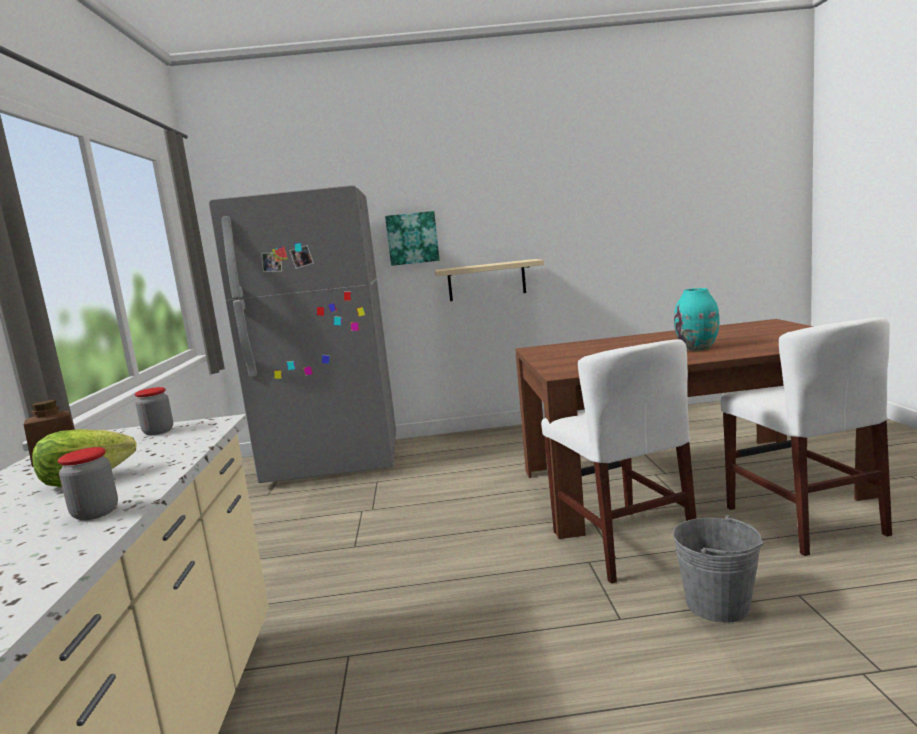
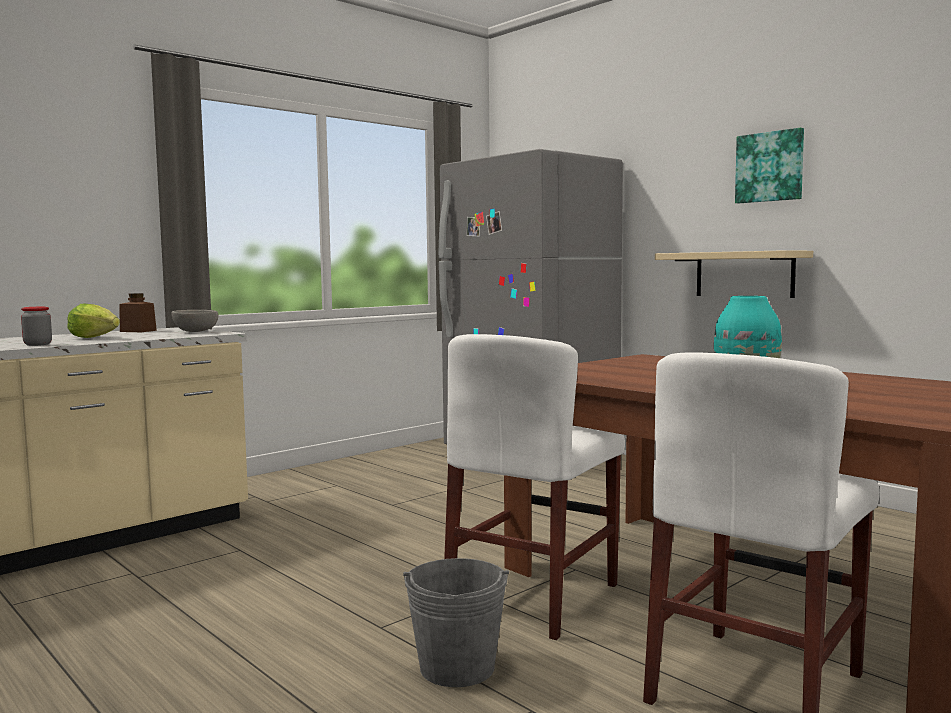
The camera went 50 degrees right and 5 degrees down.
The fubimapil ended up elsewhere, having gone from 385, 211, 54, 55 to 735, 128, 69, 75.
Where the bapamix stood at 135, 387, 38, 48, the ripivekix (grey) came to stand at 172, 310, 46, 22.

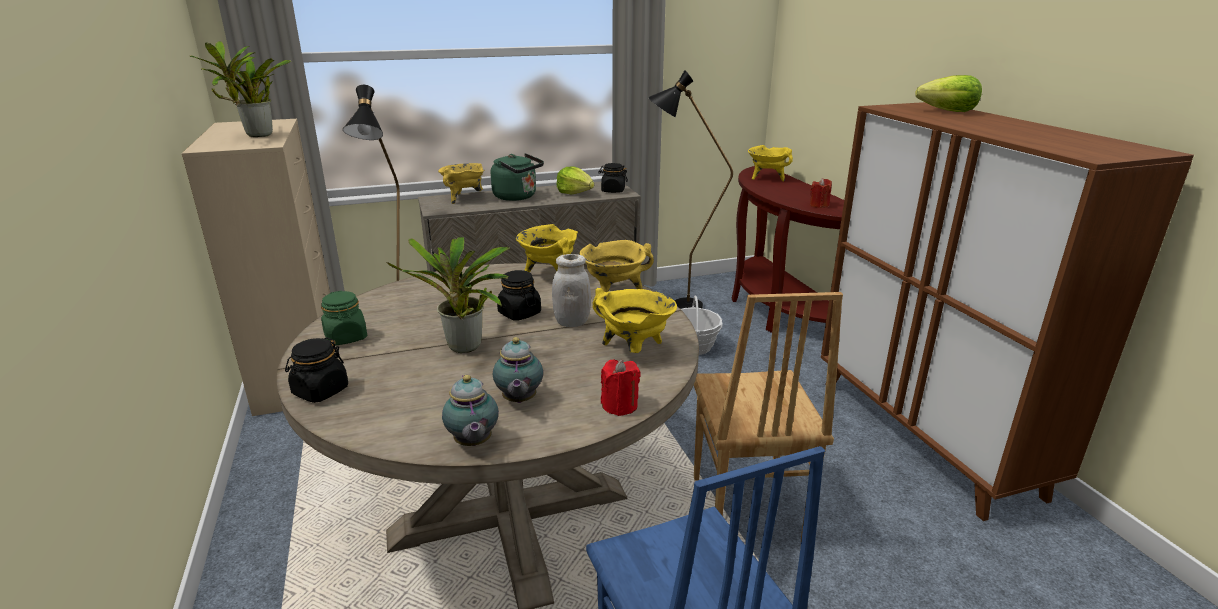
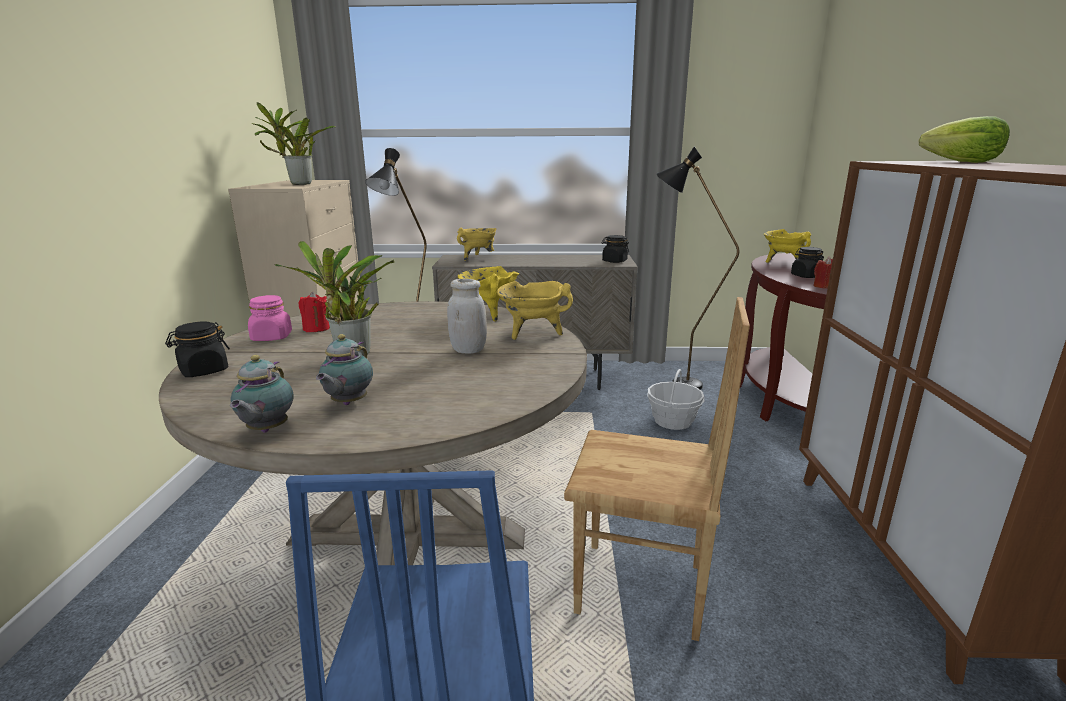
The camera went 20 degrees right and 5 degrees down.
The second view lost the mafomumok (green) at 491, 153, 53, 48.
The second view lost the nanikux at 556, 166, 38, 28.
The bapamix (black) ended up elsewhere, having gone from 497, 270, 44, 51 to 791, 247, 33, 31.
The second view lost the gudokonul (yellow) at 592, 288, 85, 65.
What was the bapamix (green) at 321, 291, 46, 55 turned into the bapamix (pink) at 248, 295, 44, 46.
The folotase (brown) at 694, 292, 149, 248 ended up facing another way, 90 degrees counterclockwise from before.
The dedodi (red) ended up elsewhere, having gone from 601, 360, 40, 56 to 298, 292, 32, 40.

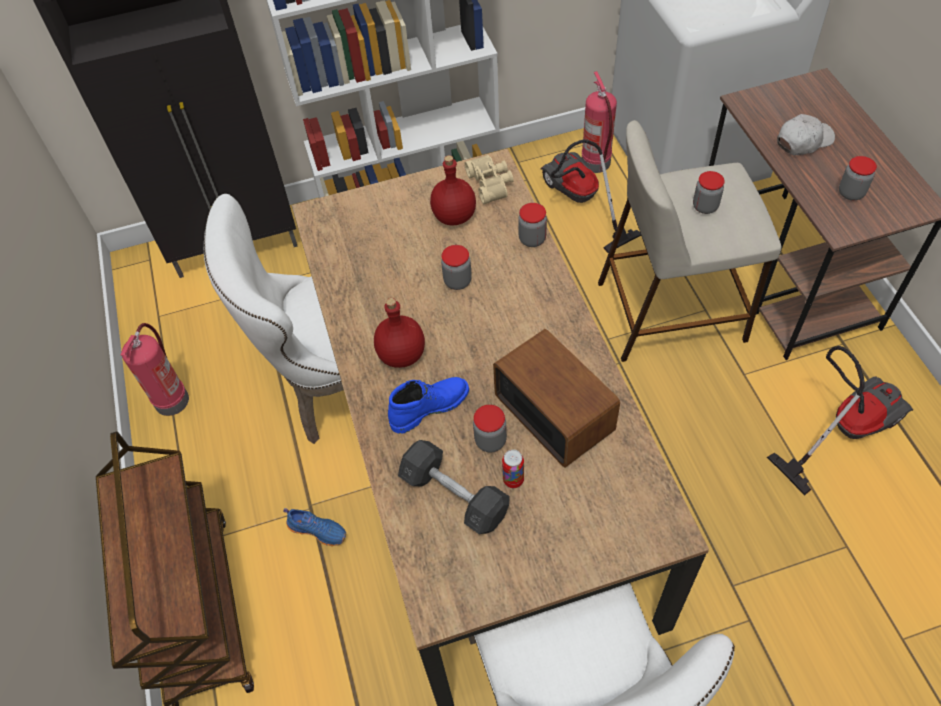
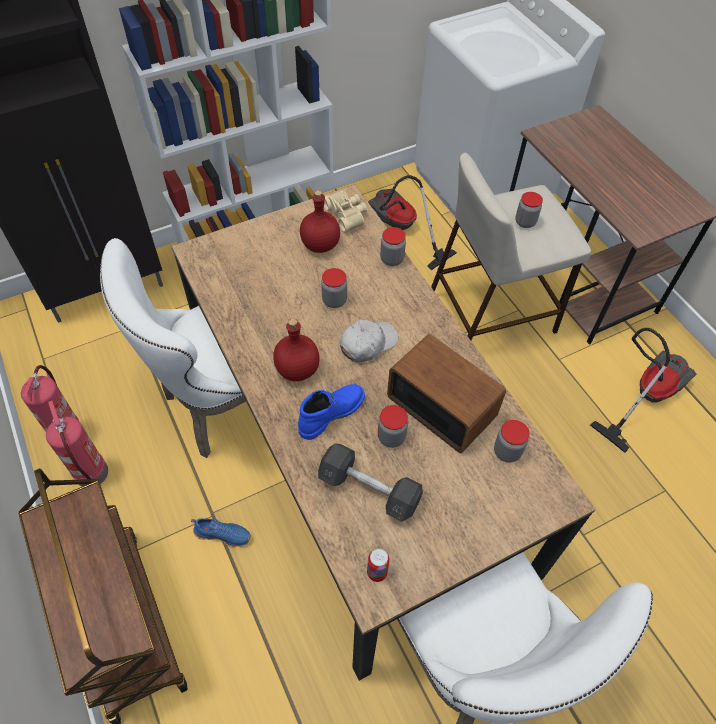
The camera went 15 degrees left and 0 degrees up.
The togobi ended up elsewhere, having gone from 582, 71, 35, 102 to 46, 400, 62, 87.
The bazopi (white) ended up elsewhere, having gone from 777, 114, 58, 41 to 340, 319, 58, 44.
The bapamix ended up elsewhere, having gone from 839, 156, 38, 45 to 494, 420, 36, 42.
The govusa ended up elsewhere, having gone from 502, 449, 22, 39 to 367, 548, 23, 34.

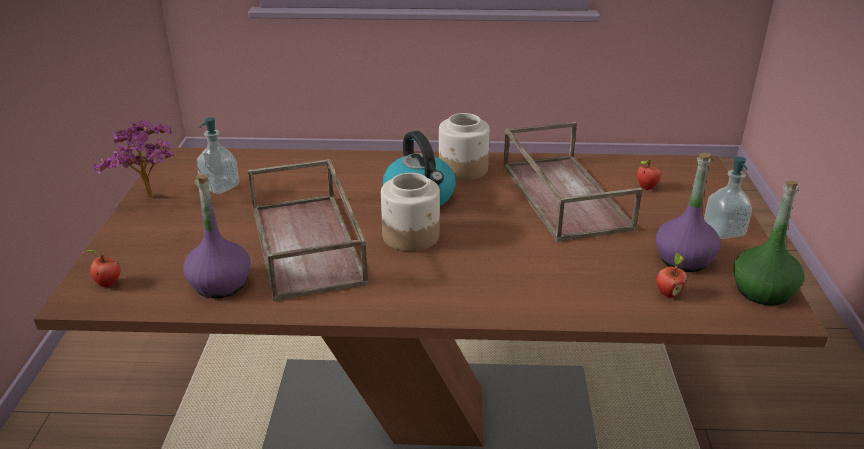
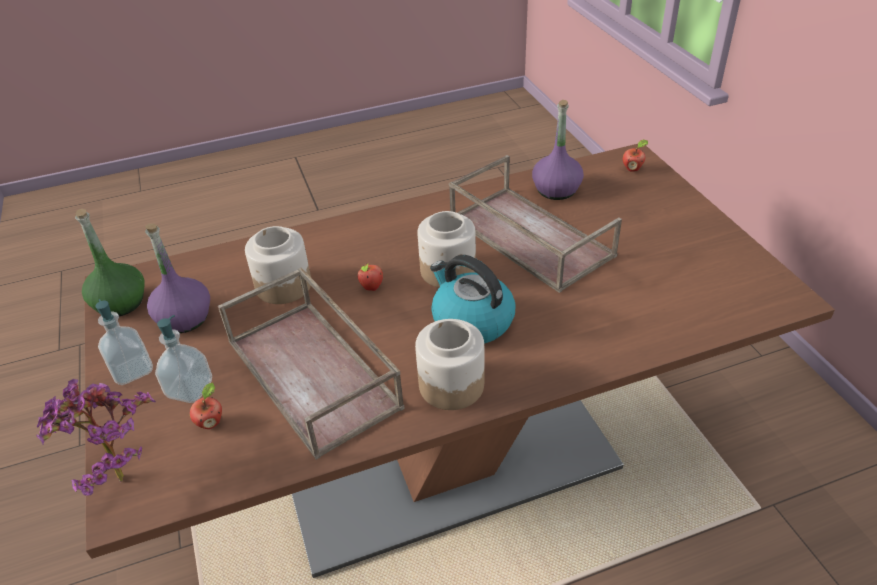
The camera went 160 degrees right and 10 degrees up.
The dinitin ended up elsewhere, having gone from 196, 117, 43, 77 to 155, 315, 57, 88.
The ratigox ended up elsewhere, having gone from 94, 120, 80, 78 to 36, 379, 120, 117.
The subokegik ended up elsewhere, having gone from 656, 253, 31, 45 to 357, 263, 26, 28.
The second view gained the bapamix at 245, 226, 66, 78.

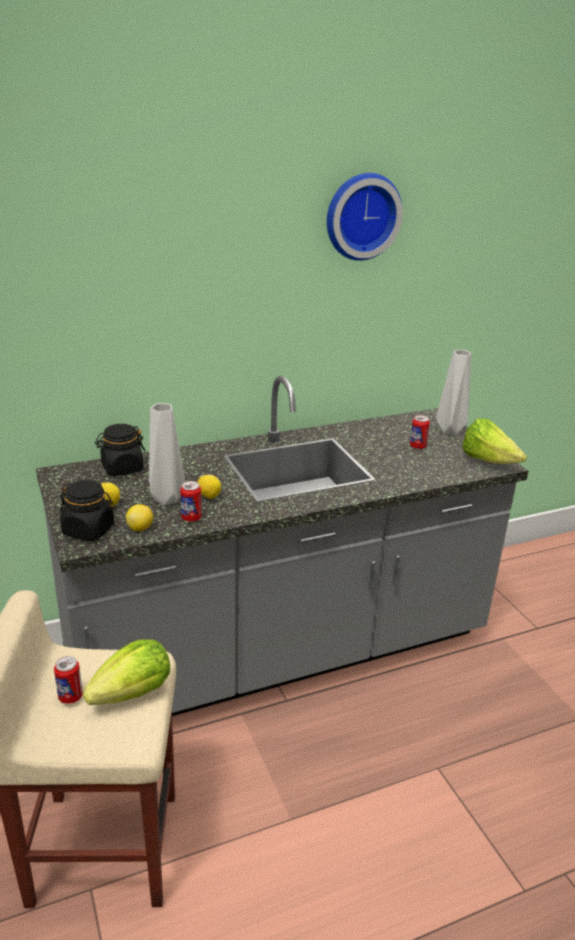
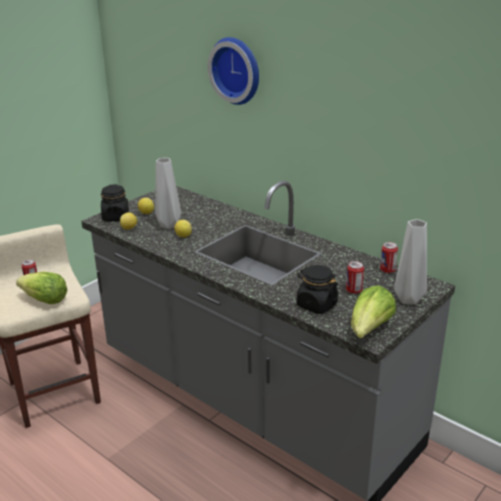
The camera went 65 degrees right and 0 degrees up.
The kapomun ended up elsewhere, having gone from 327, 173, 76, 88 to 208, 37, 51, 68.
The bapamix (black) ended up elsewhere, having gone from 95, 424, 50, 52 to 297, 265, 41, 49.
The govusa ended up elsewhere, having gone from 180, 481, 22, 41 to 380, 242, 18, 31.

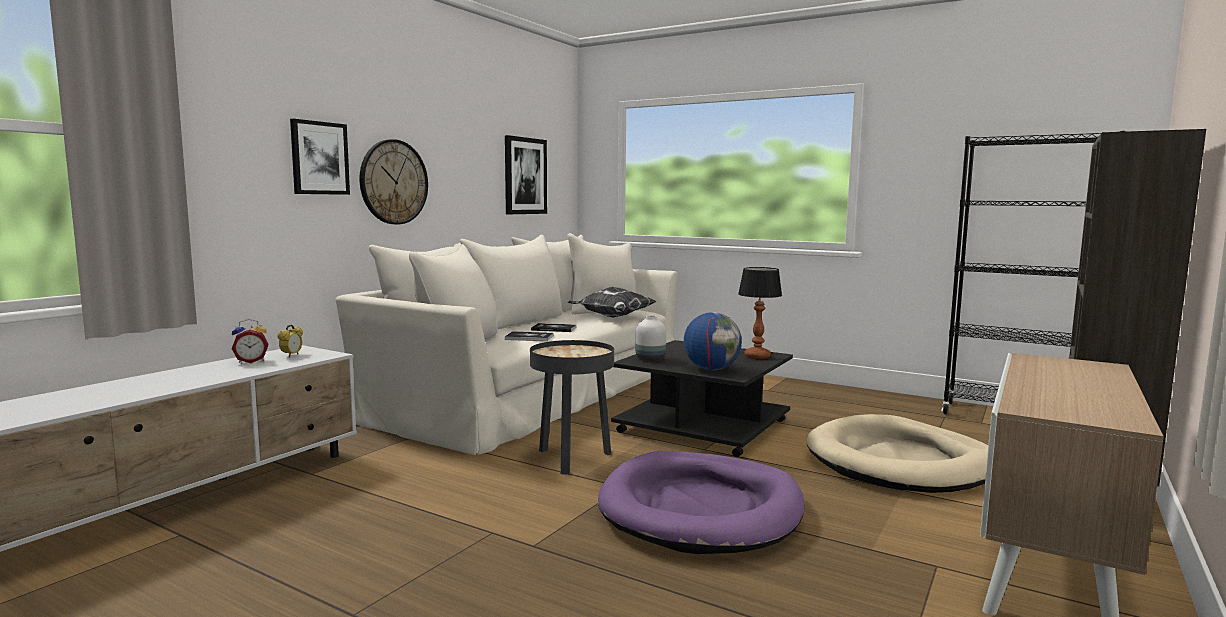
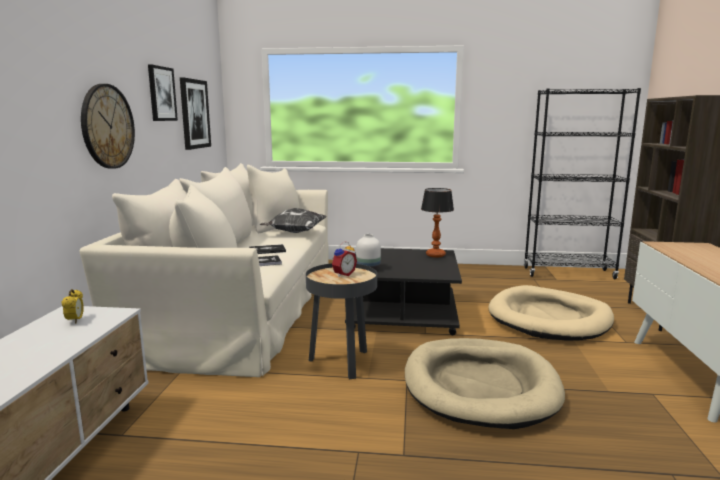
The camera went 25 degrees left and 5 degrees up.
The fubimapil ended up elsewhere, having gone from 290, 119, 60, 76 to 148, 64, 30, 57.
The second view lost the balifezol at 684, 312, 58, 58.
The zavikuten ended up elsewhere, having gone from 231, 319, 37, 44 to 332, 241, 25, 36.
What was the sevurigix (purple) at 598, 451, 207, 103 turned into the sevurigix (beige) at 405, 338, 160, 91.

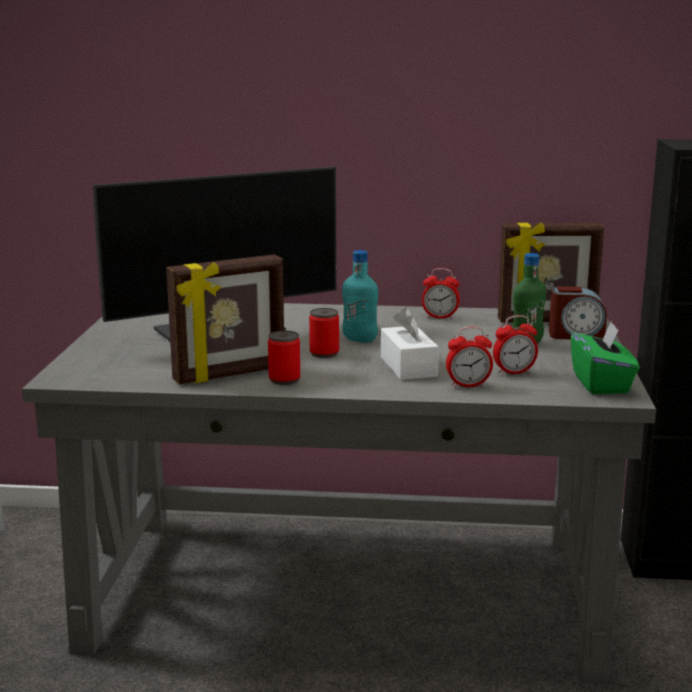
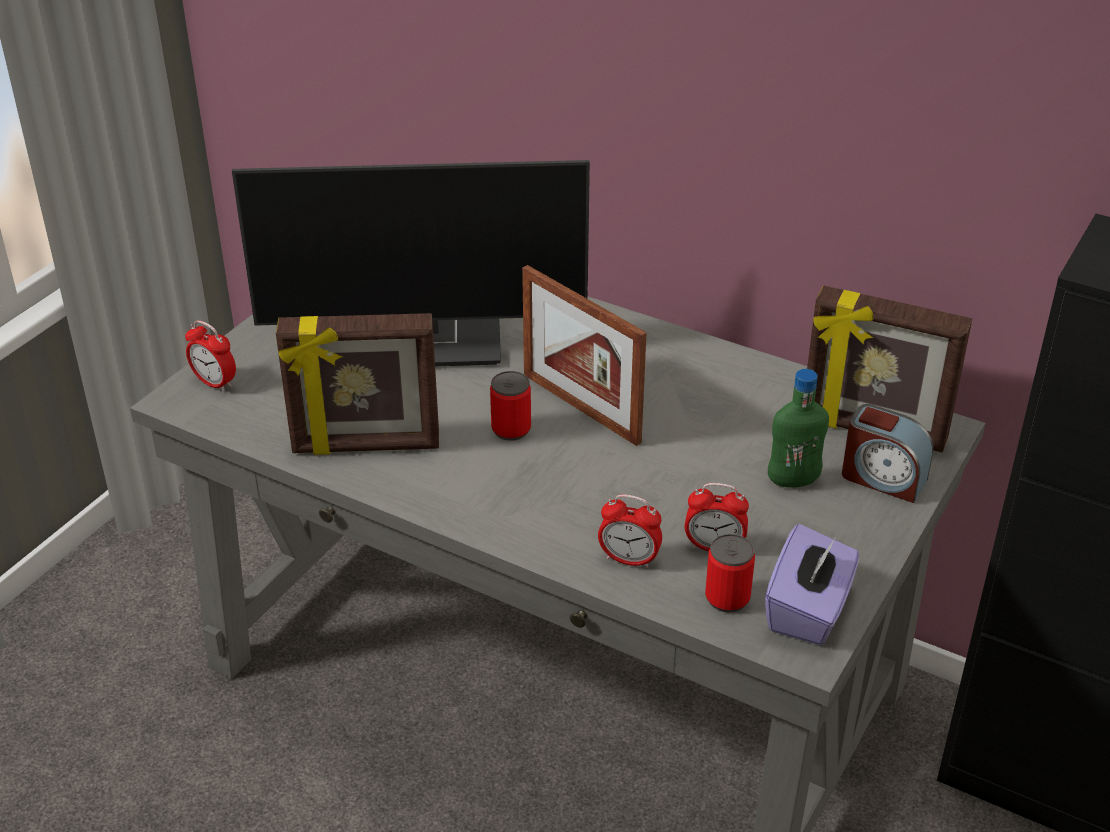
The camera went 25 degrees right and 20 degrees up.
Where the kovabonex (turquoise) stood at 342, 250, 36, 93, the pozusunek came to stand at 522, 265, 124, 181.
The zavikuten ended up elsewhere, having gone from 422, 268, 38, 51 to 185, 320, 51, 72.
The second view lost the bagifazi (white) at 381, 307, 58, 73.
What was the bagifazi (green) at 571, 322, 68, 72 turned into the bagifazi (purple) at 765, 524, 94, 121.
The govusa ended up elsewhere, having gone from 268, 331, 32, 54 to 705, 534, 50, 79.

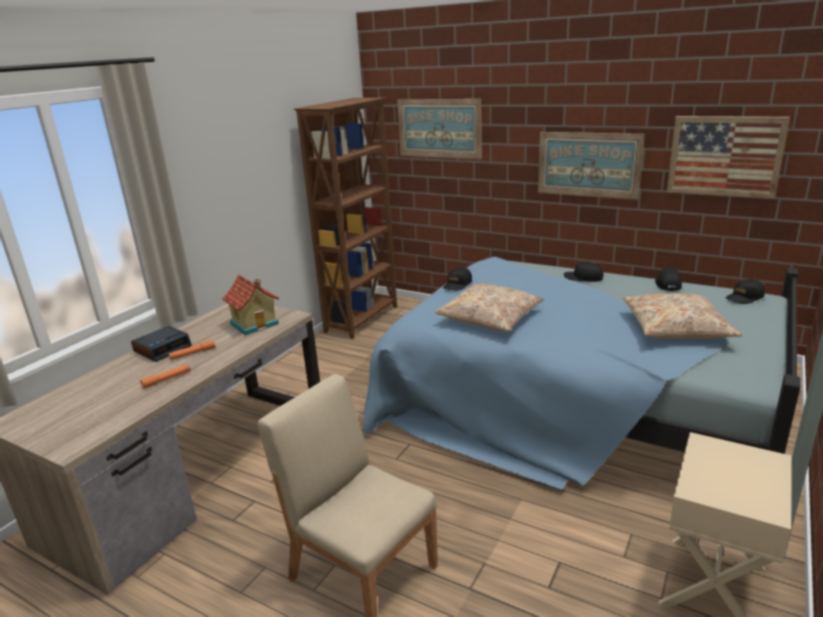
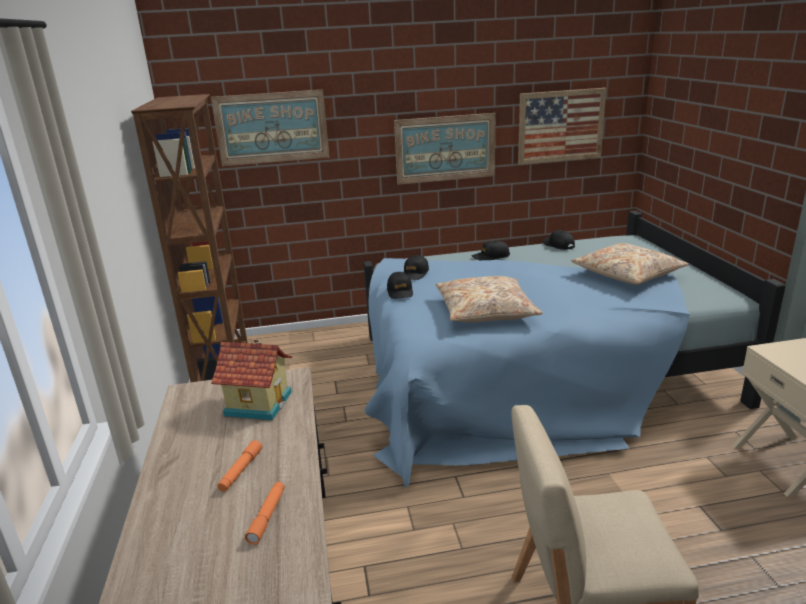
The camera went 40 degrees left and 0 degrees up.
The bazopi (black) ended up elsewhere, having gone from 725, 279, 40, 25 to 404, 255, 25, 25.
The second view lost the zavikuten at 131, 326, 61, 36.

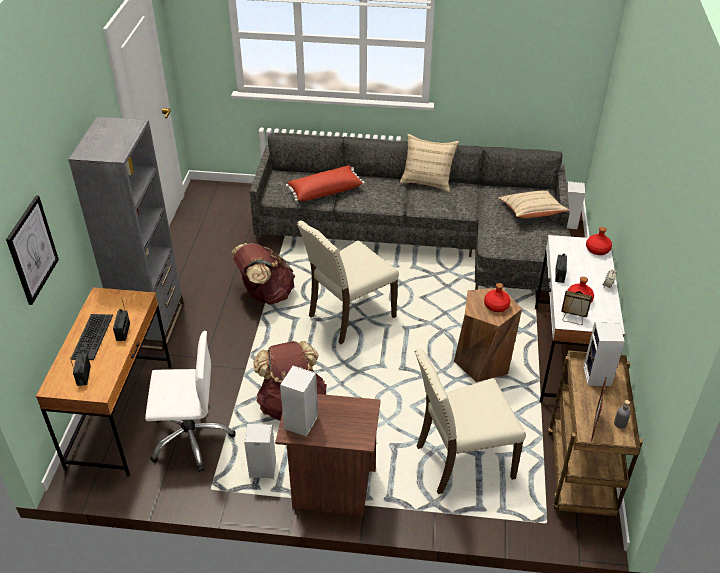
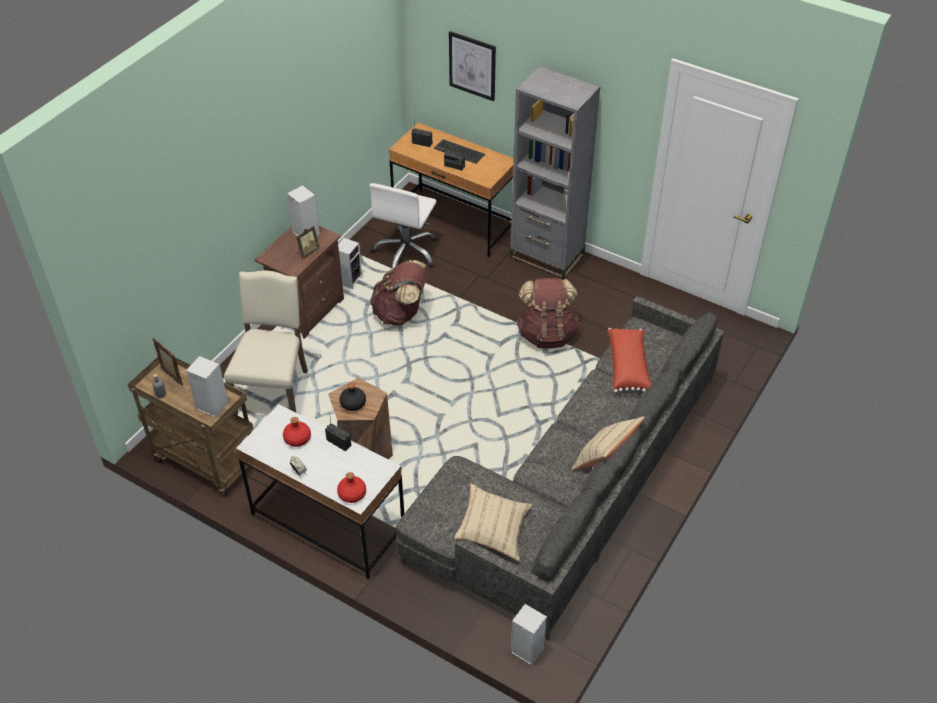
The camera went 115 degrees right and 5 degrees up.
The second view lost the folotase (beige) at 297, 220, 102, 124.
What was the kovabonex (red) at 484, 283, 27, 29 turned into the kovabonex (black) at 339, 382, 27, 29.
The pozusunek ended up elsewhere, having gone from 561, 291, 31, 34 to 296, 226, 24, 33.

